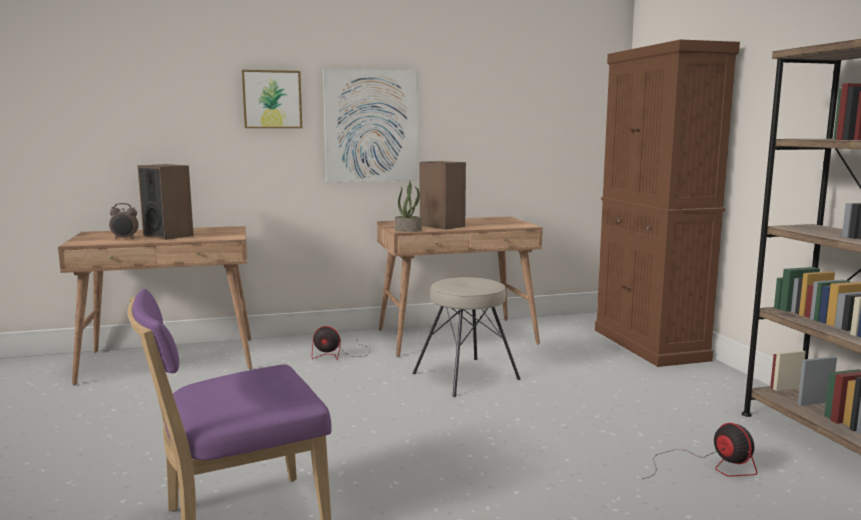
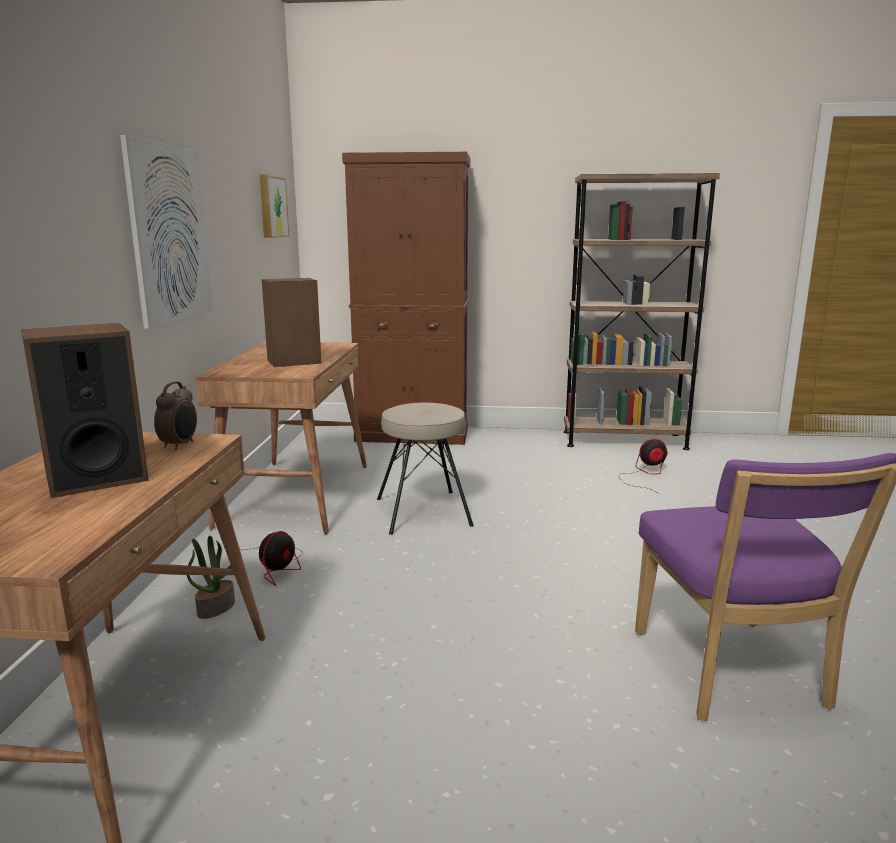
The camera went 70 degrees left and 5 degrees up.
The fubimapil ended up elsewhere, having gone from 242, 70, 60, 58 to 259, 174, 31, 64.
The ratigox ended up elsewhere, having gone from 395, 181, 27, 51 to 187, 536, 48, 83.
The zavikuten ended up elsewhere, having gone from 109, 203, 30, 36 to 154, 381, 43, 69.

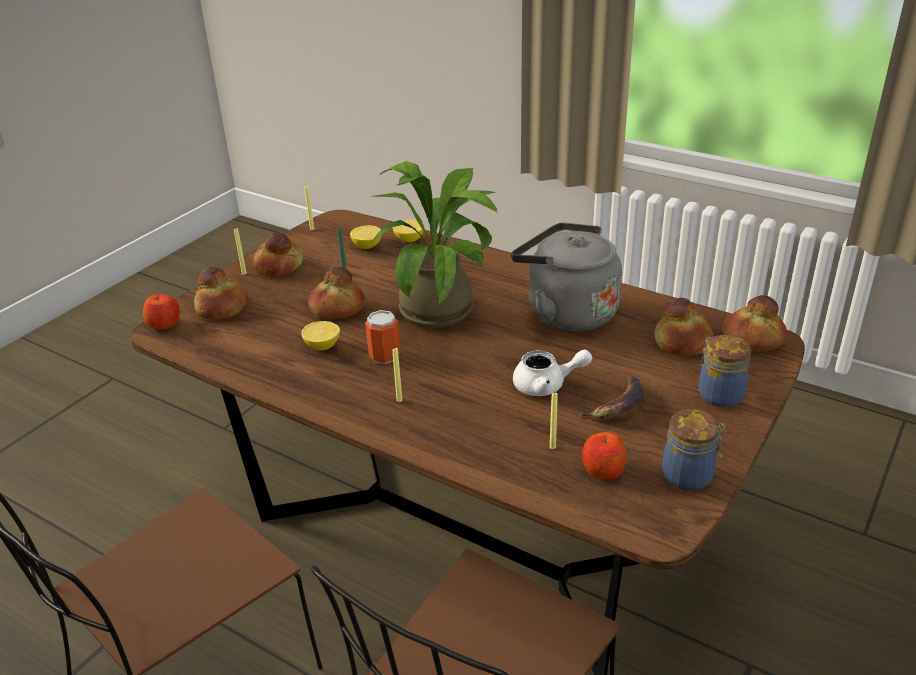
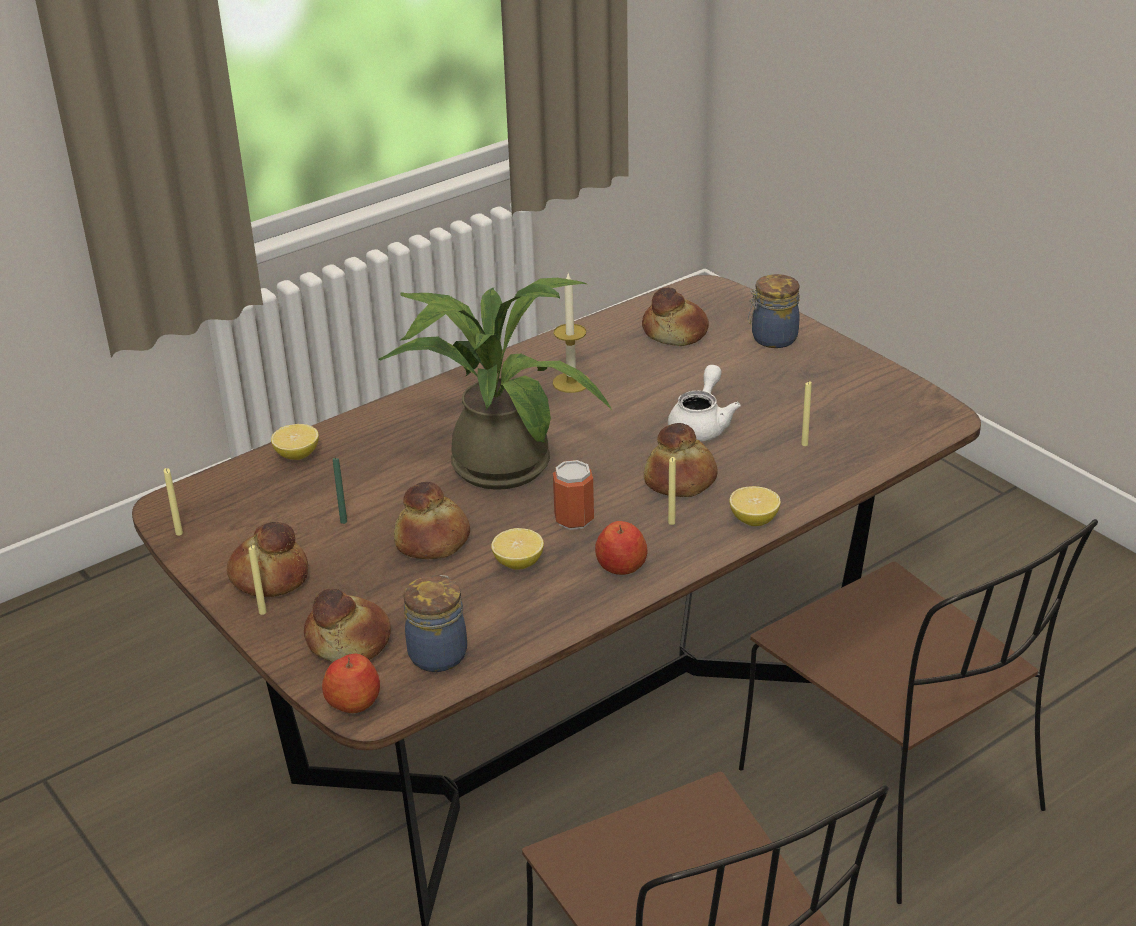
The camera went 70 degrees left and 0 degrees up.
Where the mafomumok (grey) stood at 511, 222, 111, 110, the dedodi came to stand at 553, 274, 37, 119.
The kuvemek ended up elsewhere, having gone from 350, 225, 32, 24 to 729, 486, 52, 40.
The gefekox ended up elsewhere, having gone from 722, 295, 65, 57 to 644, 423, 73, 74.
The second view lost the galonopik at 575, 376, 69, 43.
The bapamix ended up elsewhere, having gone from 662, 410, 63, 81 to 403, 575, 64, 97.
The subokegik ended up elsewhere, having gone from 582, 432, 44, 48 to 595, 521, 53, 54.

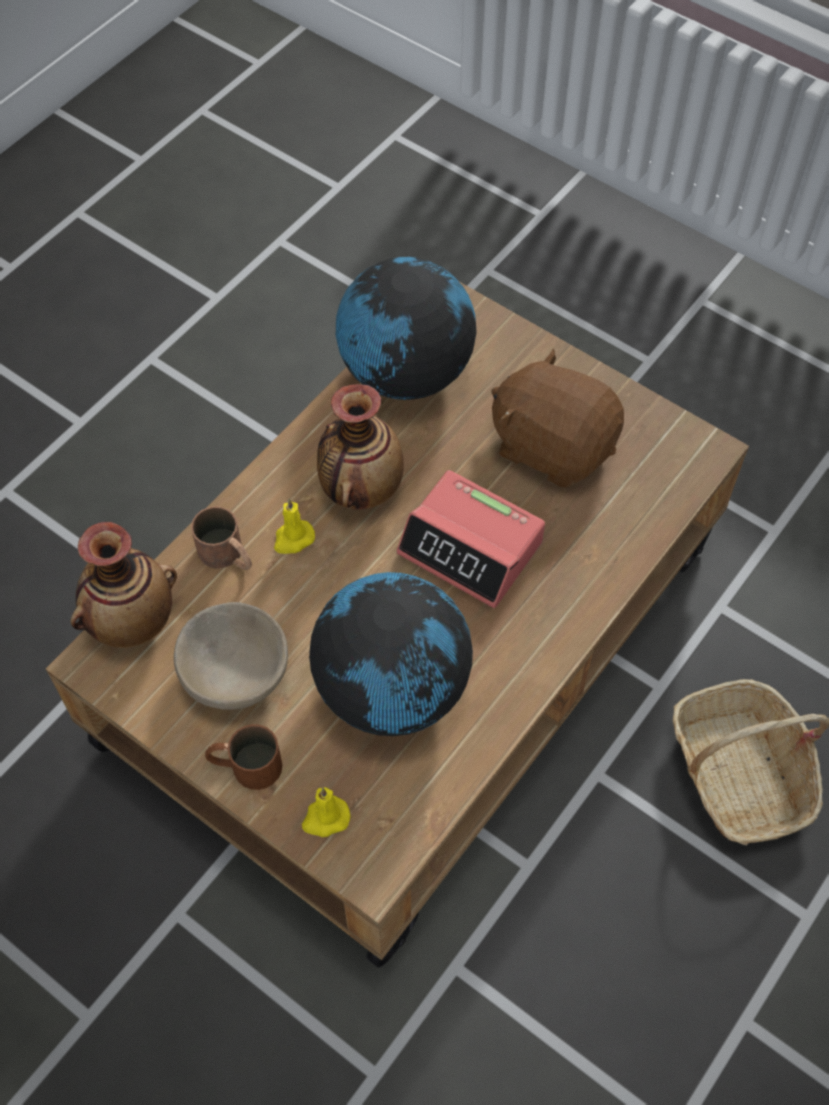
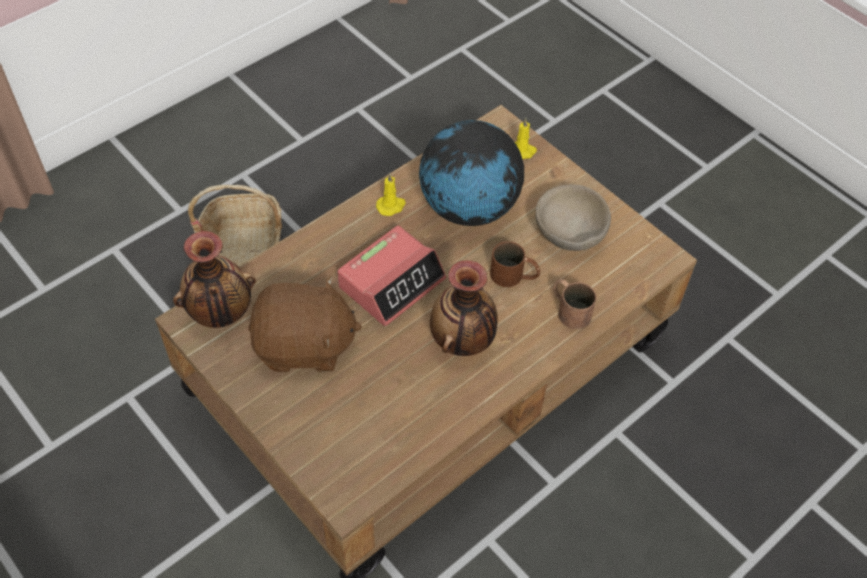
The camera went 170 degrees left and 5 degrees down.
The second view lost the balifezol at 336, 257, 141, 143.
The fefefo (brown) at 491, 348, 133, 139 ended up facing another way, 45 degrees counterclockwise from before.
The zavikuten at 396, 470, 149, 138 ended up facing another way, 90 degrees clockwise from before.
The dedodi (yellow) ended up elsewhere, having gone from 274, 498, 41, 56 to 376, 173, 30, 43.
The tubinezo ended up elsewhere, having gone from 70, 522, 107, 126 to 173, 231, 83, 97.
The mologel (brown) ended up elsewhere, having gone from 205, 724, 77, 66 to 490, 241, 50, 46.

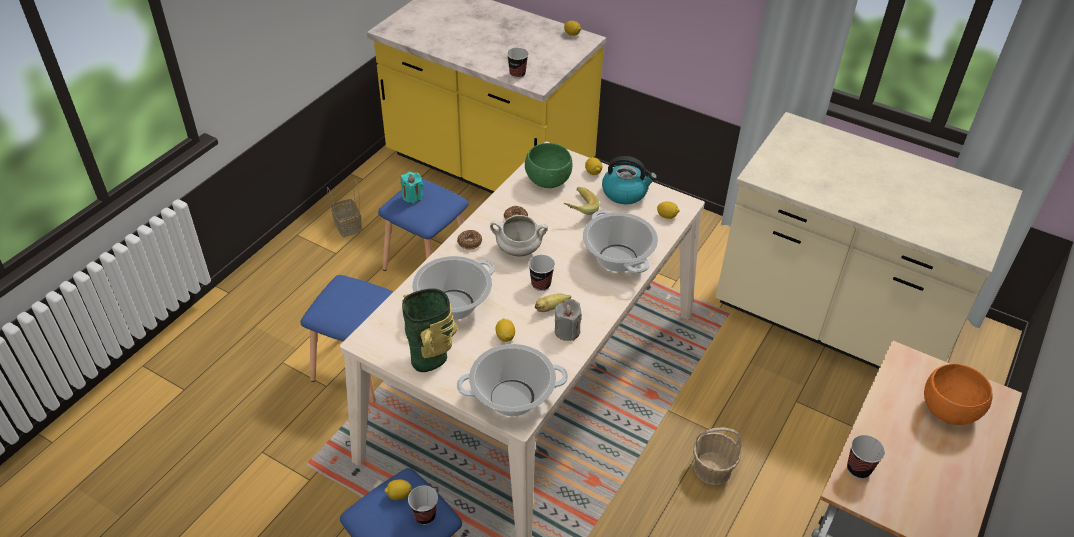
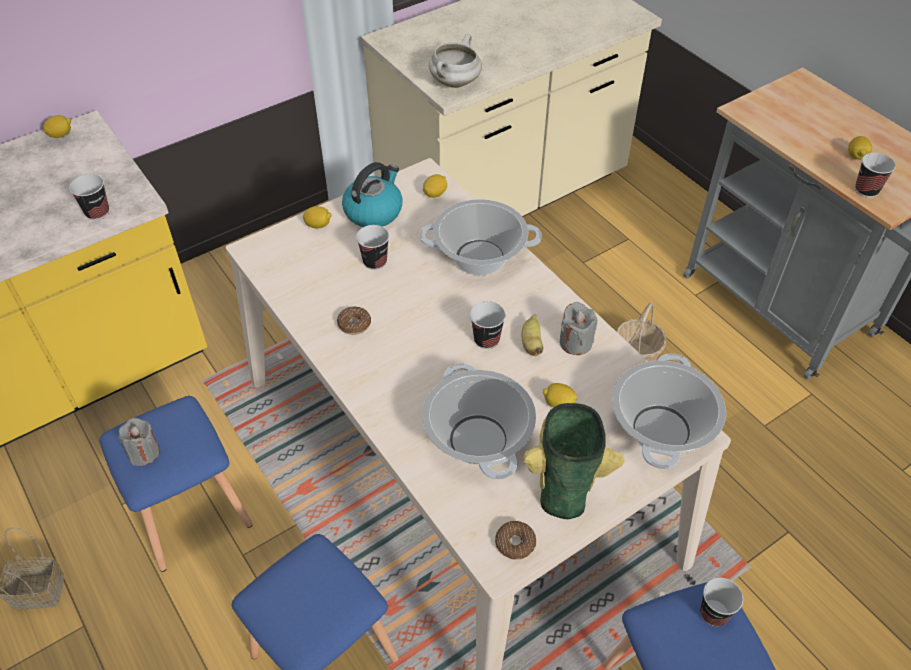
The camera went 65 degrees left and 5 degrees up.
The second view lost the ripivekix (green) at 525, 143, 47, 45.
What was the dedodi (turquoise) at 401, 172, 22, 31 turned into the dedodi (grey) at 118, 418, 42, 48.
Where the galonopik stood at 563, 187, 36, 28, the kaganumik came to stand at 356, 225, 33, 45.
The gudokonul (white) ended up elsewhere, having gone from 490, 215, 58, 41 to 429, 34, 53, 54.
The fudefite ended up elsewhere, having gone from 457, 230, 25, 20 to 495, 521, 41, 39.
The second view lost the ripivekix (orange) at 924, 364, 69, 61.
The kuvemek ended up elsewhere, having gone from 384, 479, 28, 21 to 848, 136, 24, 24.

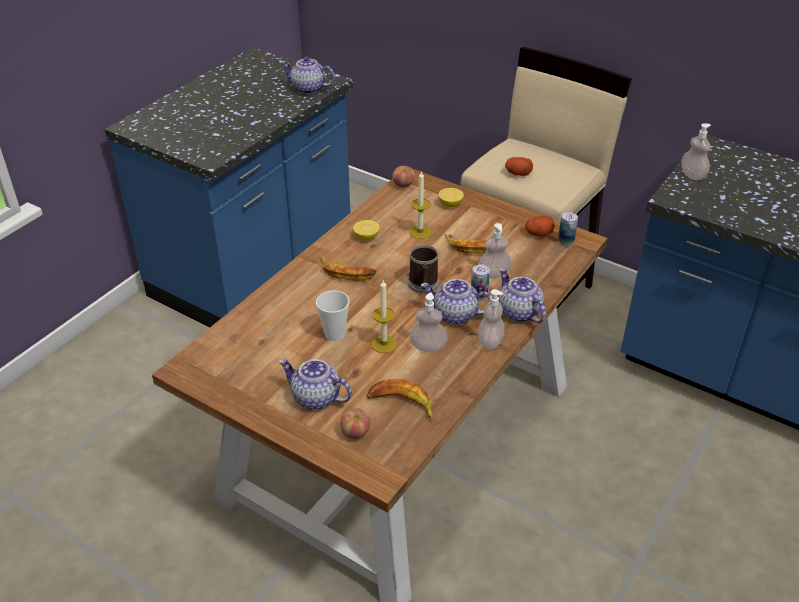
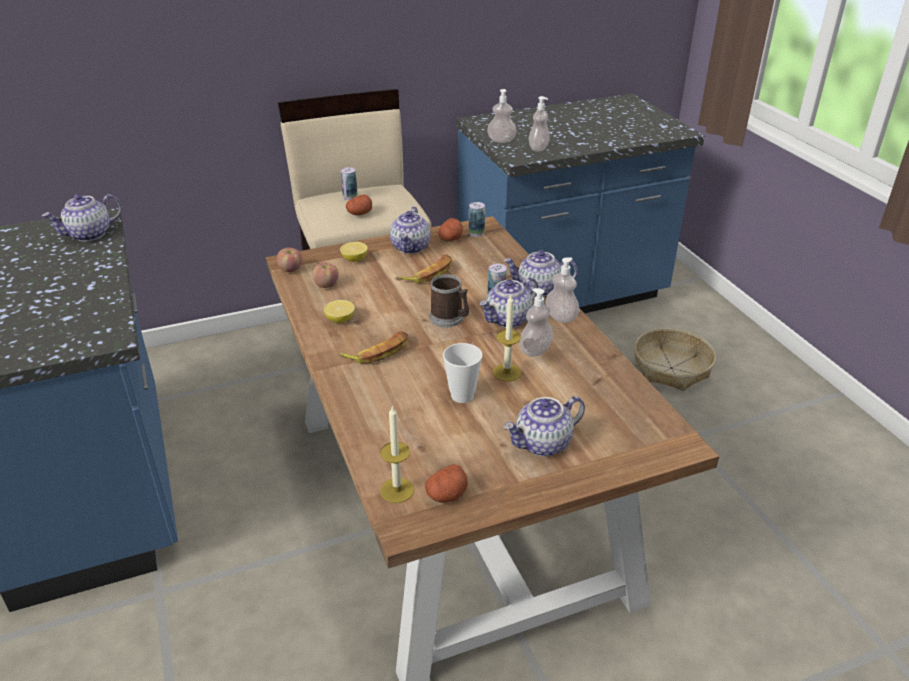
The camera went 55 degrees left and 5 degrees down.
The dedodi ended up elsewhere, having gone from 409, 171, 23, 68 to 380, 405, 34, 98.
The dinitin ended up elsewhere, having gone from 478, 223, 34, 56 to 529, 96, 21, 56.
The second view lost the galonopik at 367, 379, 66, 41.
The subokegik ended up elsewhere, having gone from 340, 408, 31, 31 to 312, 263, 27, 25.
The second view gained the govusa at 341, 167, 16, 33.
The second view gained the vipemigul at 390, 207, 40, 47.
The second view gained the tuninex at 634, 328, 82, 63.
The second view gained the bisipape at 425, 464, 43, 39.

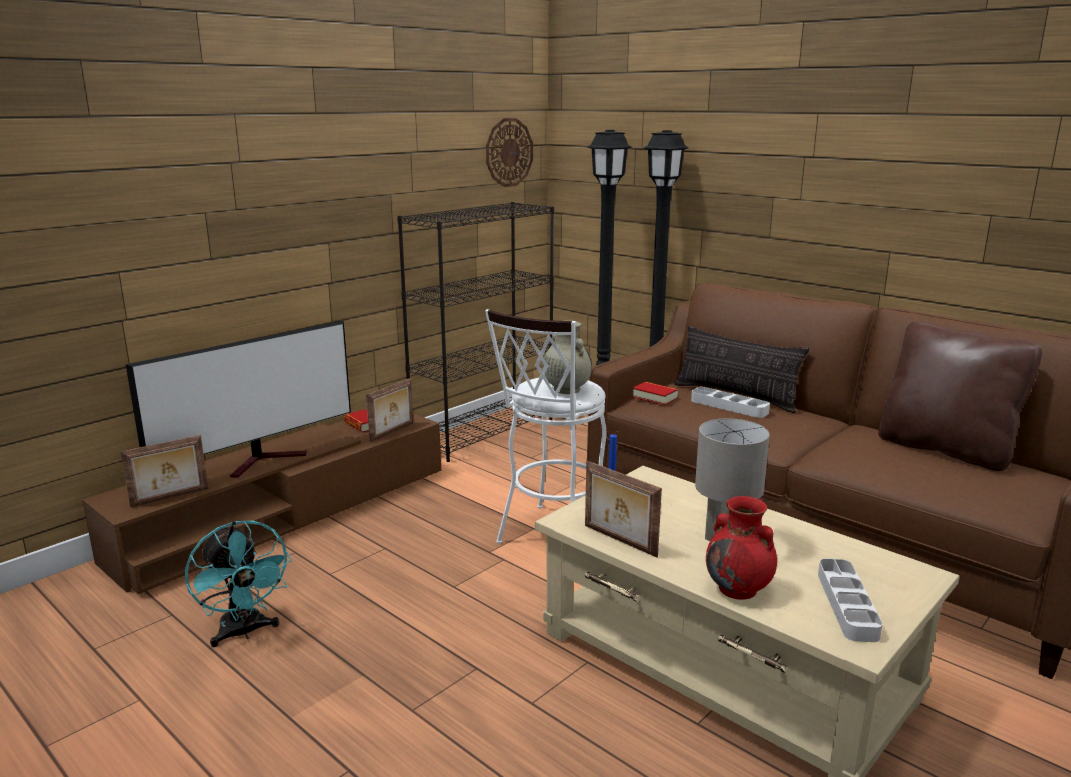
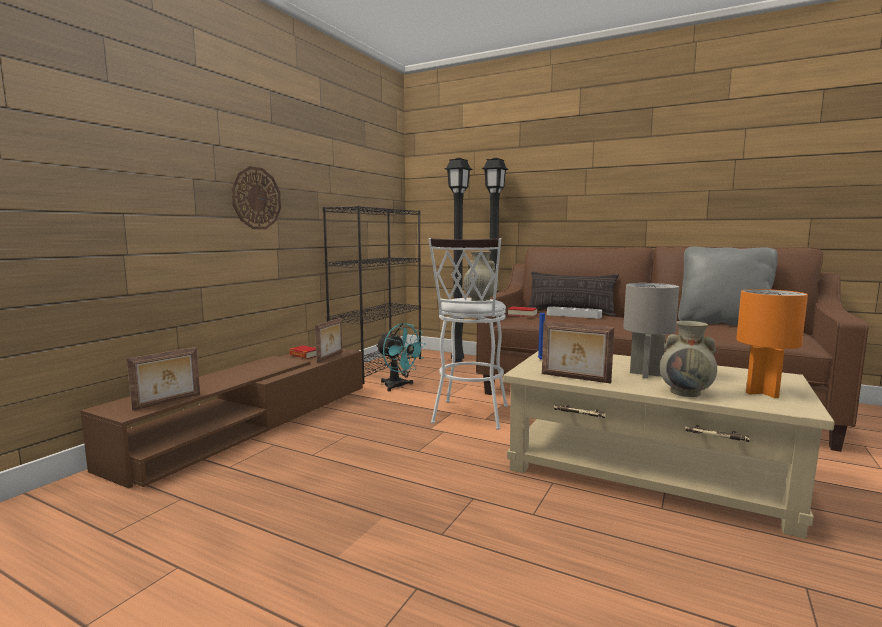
The camera went 15 degrees left and 10 degrees down.
The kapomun ended up elsewhere, having gone from 486, 118, 47, 69 to 232, 166, 49, 63.
The second view lost the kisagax at 126, 320, 225, 158.
What was the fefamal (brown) at 878, 322, 164, 149 turned into the fefamal (grey) at 678, 247, 99, 79.
What was the tubinezo (red) at 706, 496, 71, 104 turned into the tubinezo (beige) at 660, 321, 57, 76.
The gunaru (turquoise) ended up elsewhere, having gone from 185, 521, 107, 126 to 376, 323, 50, 68.
Where the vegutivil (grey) stood at 818, 559, 65, 83, the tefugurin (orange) came to stand at 736, 289, 72, 109.

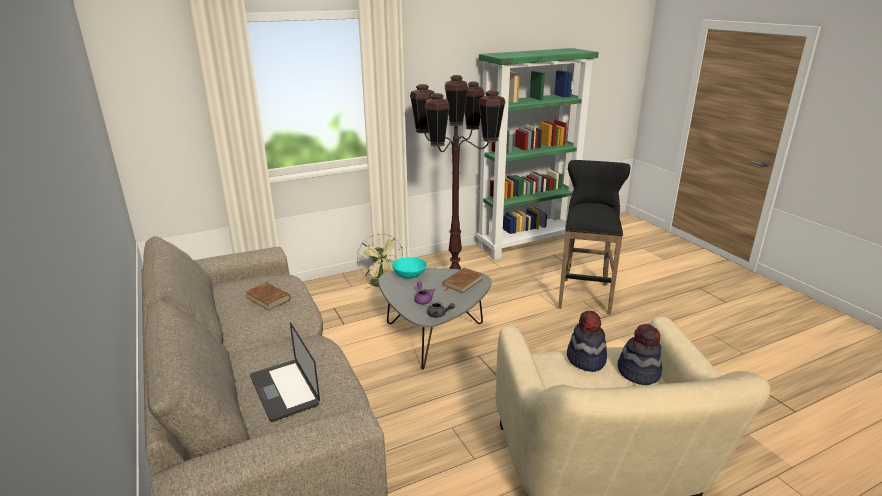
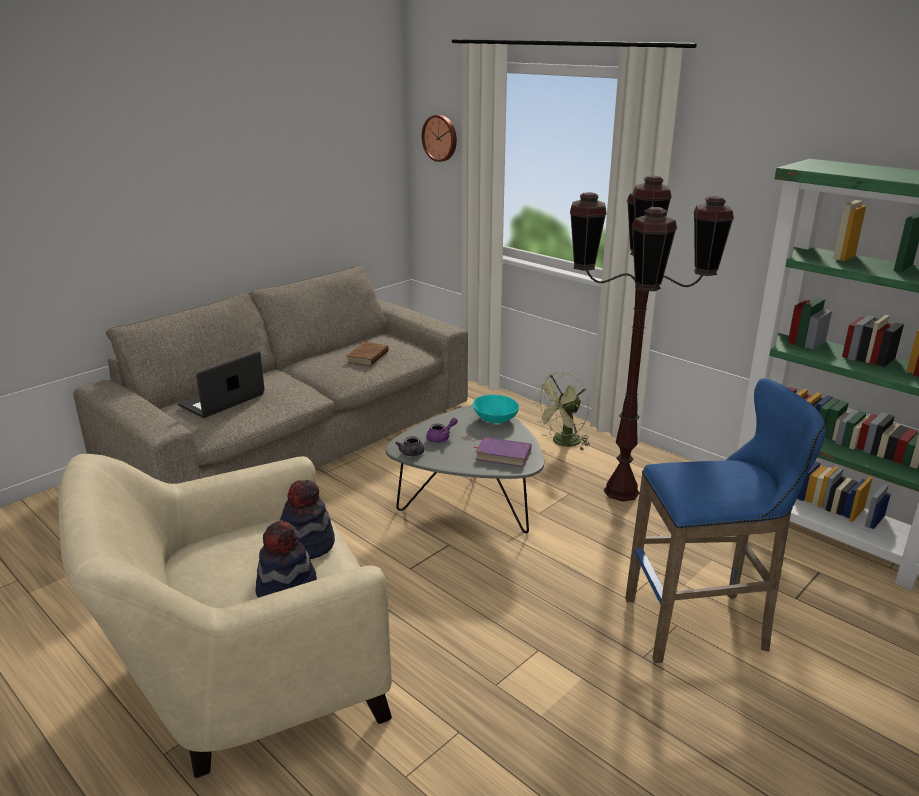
The camera went 70 degrees right and 0 degrees up.
What was the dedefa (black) at 558, 160, 72, 155 turned into the dedefa (blue) at 625, 378, 201, 285.
What was the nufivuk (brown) at 443, 268, 39, 25 turned into the nufivuk (purple) at 473, 437, 58, 30.
The second view gained the kapomun at 422, 115, 35, 47.

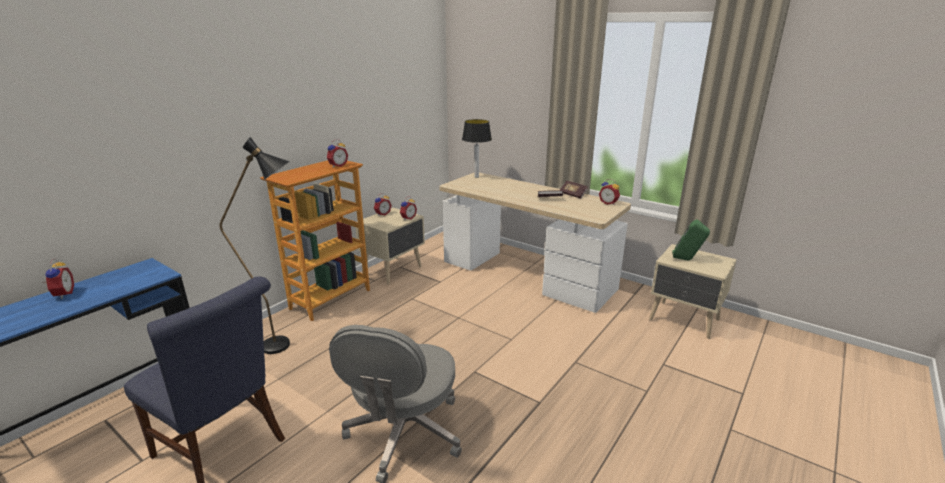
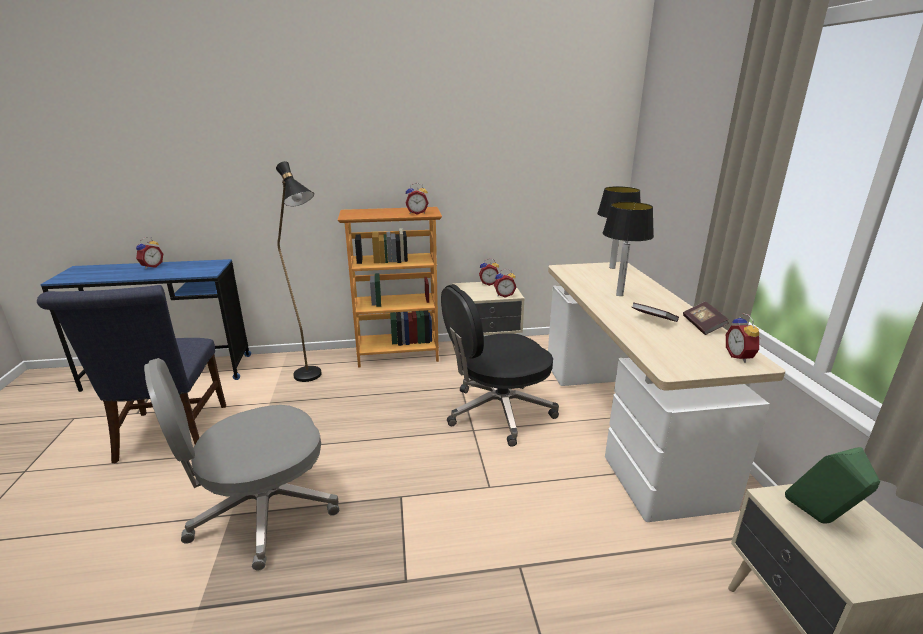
The camera went 45 degrees right and 0 degrees up.
The second view gained the tefugurin at 603, 202, 51, 94.
The second view gained the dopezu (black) at 441, 284, 118, 163.

